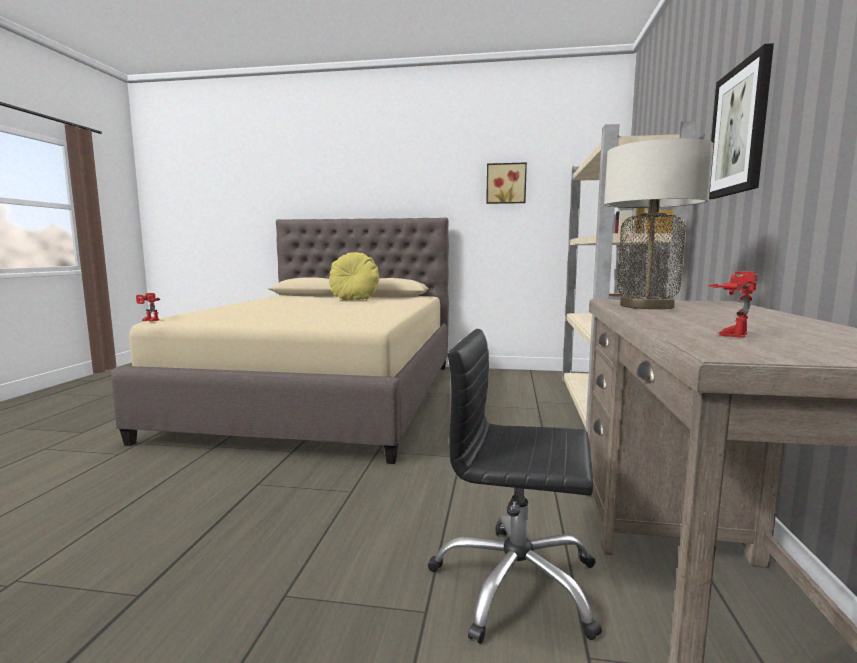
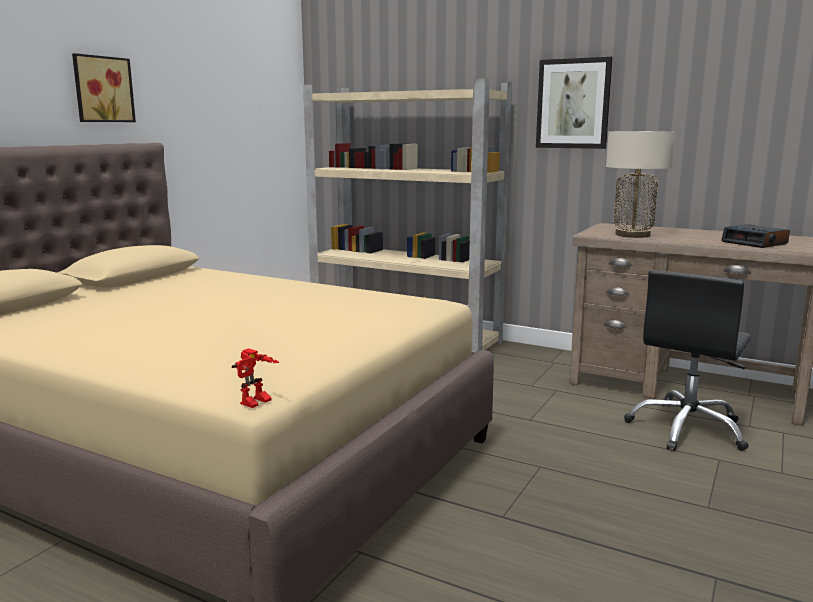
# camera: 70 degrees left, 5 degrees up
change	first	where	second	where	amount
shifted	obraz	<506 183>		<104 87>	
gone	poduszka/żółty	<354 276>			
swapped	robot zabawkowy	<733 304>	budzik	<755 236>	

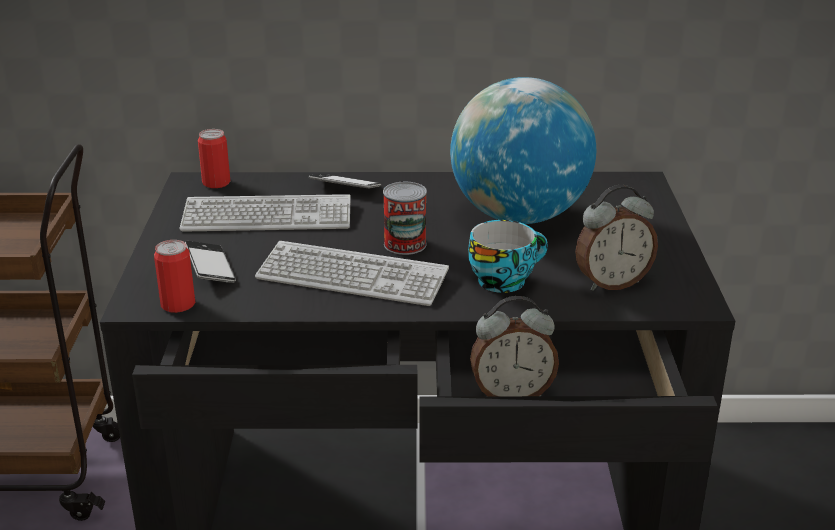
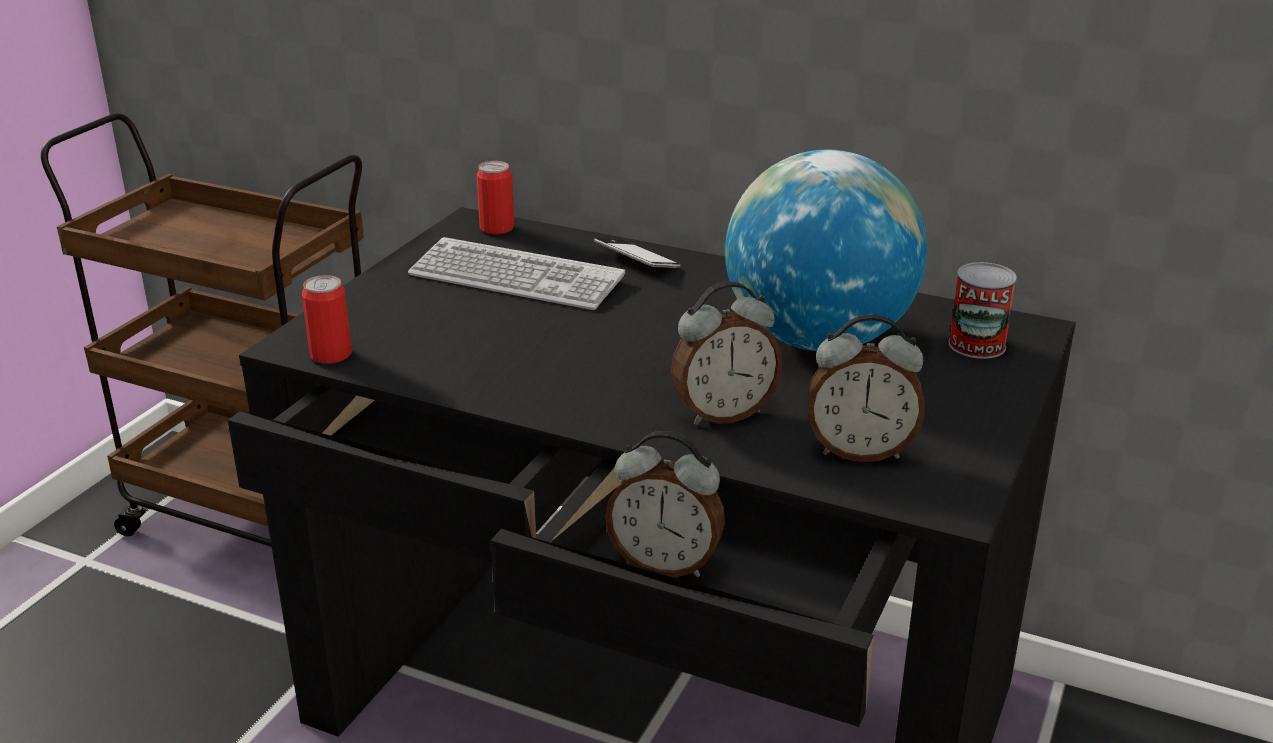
# camera: 25 degrees right, 0 degrees up
change	first	where	second	where	amount
shifted	puszka	<405 218>		<983 310>	
swapped	filiżanka	<508 256>	budzik	<727 353>	
gone	telefon	<210 262>			
gone	klawiatura	<352 273>			

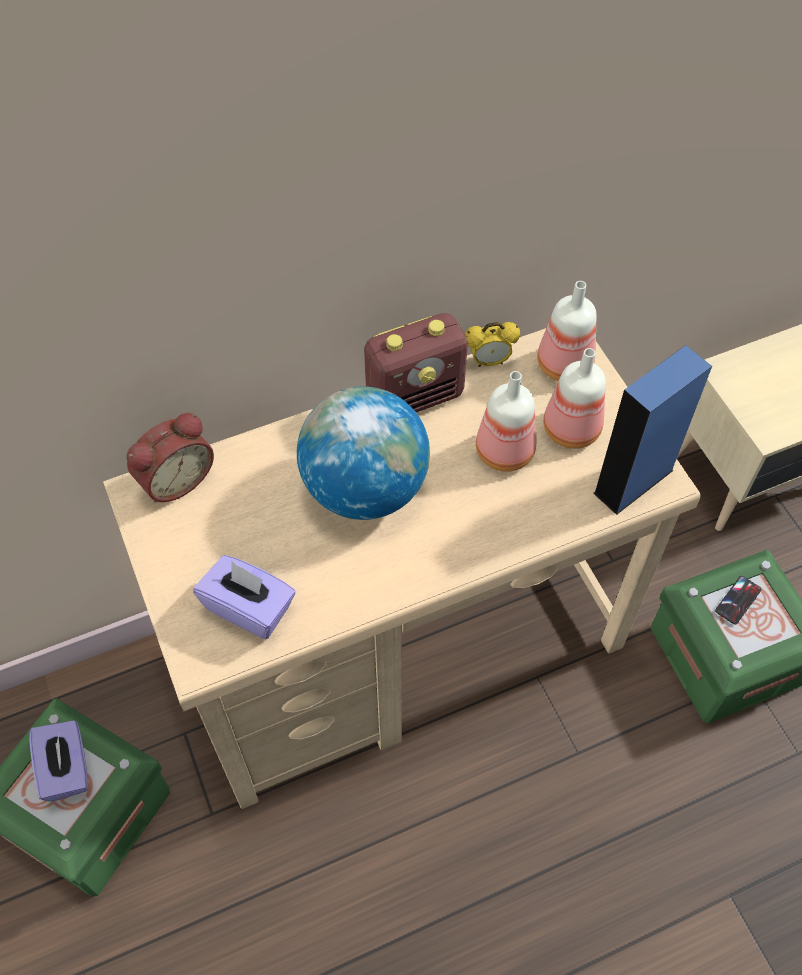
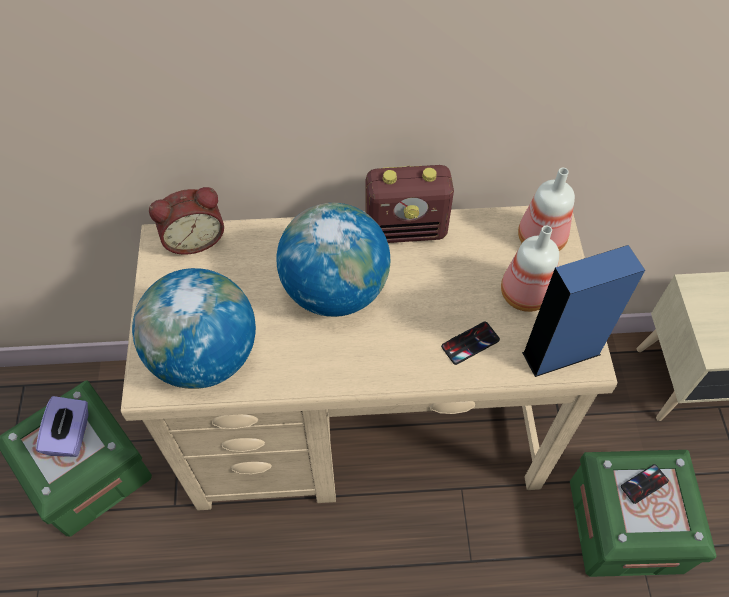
# camera: 20 degrees right, 0 degrees up
change	first	where	second	where	amount
gone	budzik	<493 344>			
gone	butelka	<506 421>			
swapped	pudełko chusteczek/fioletowy	<244 597>	globus	<194 328>	
new			telefon	<470 343>	

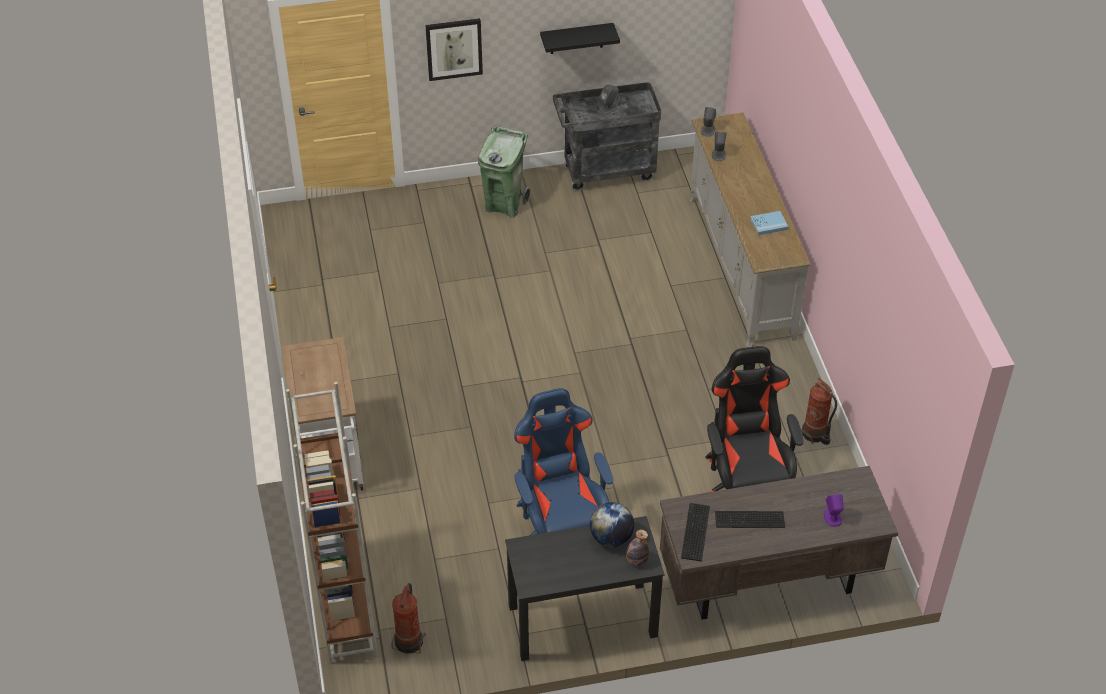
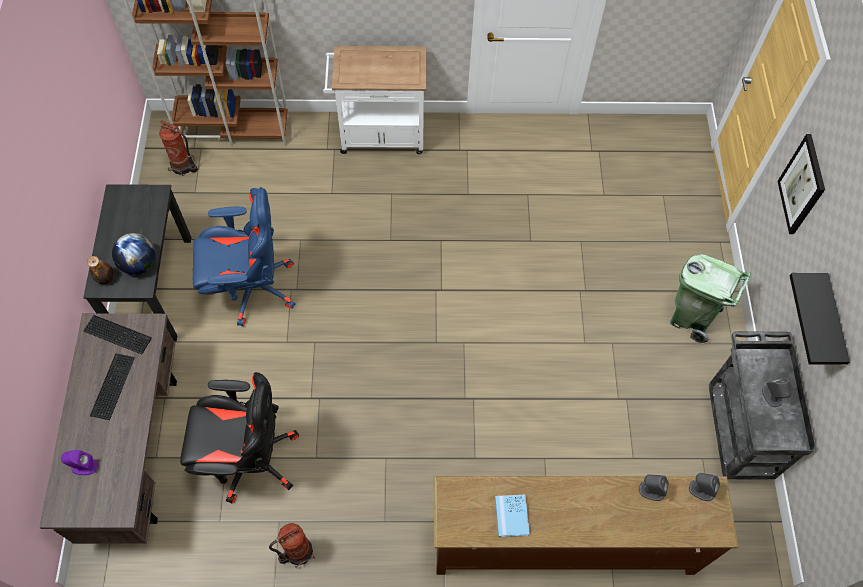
# camera: 100 degrees right, 15 degrees up
change	first	where	second	where	amount
repainted	szafka/szary	<750 230>	szafka/brązowy	<586 525>	

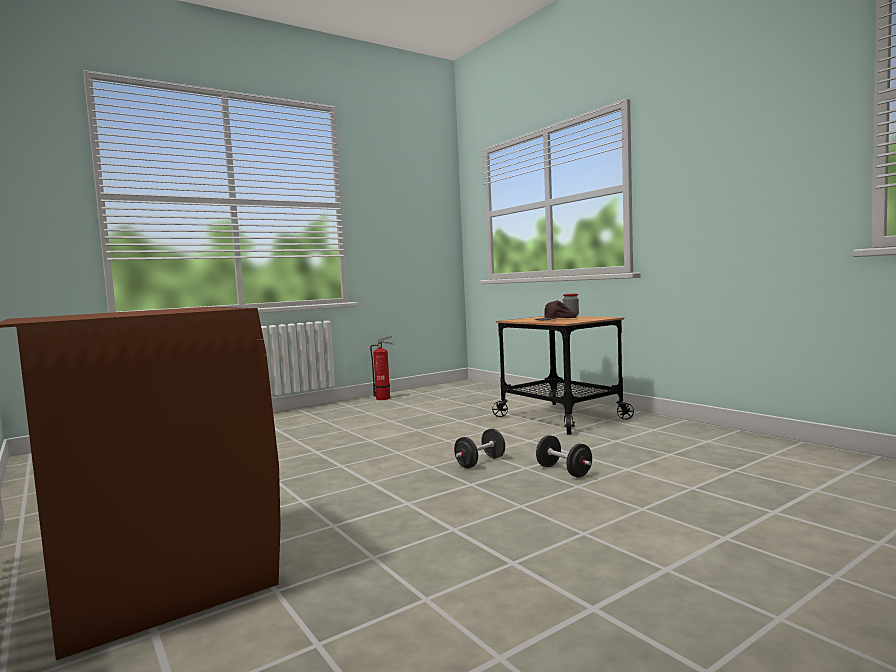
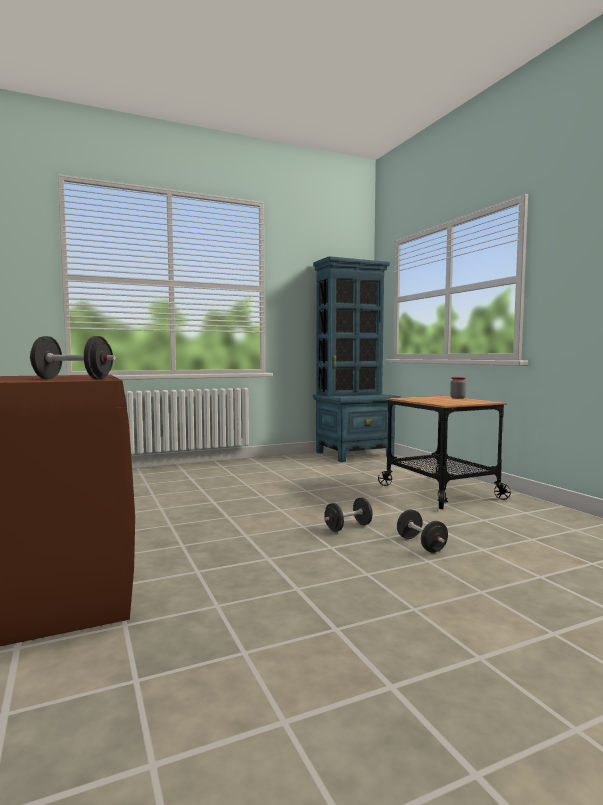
# camera: 10 degrees right, 0 degrees up
change	first	where	second	where	amount
gone	czapka z daszkiem/brązowy	<555 310>			
gone	gaśnica	<382 368>			
new			szafka/niebieski	<357 359>	
new			hantel/czarny	<73 357>	

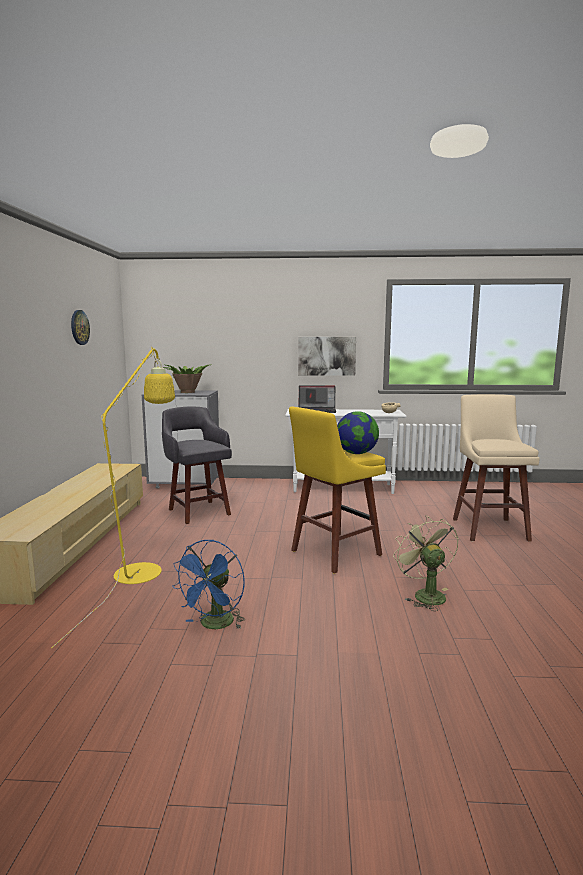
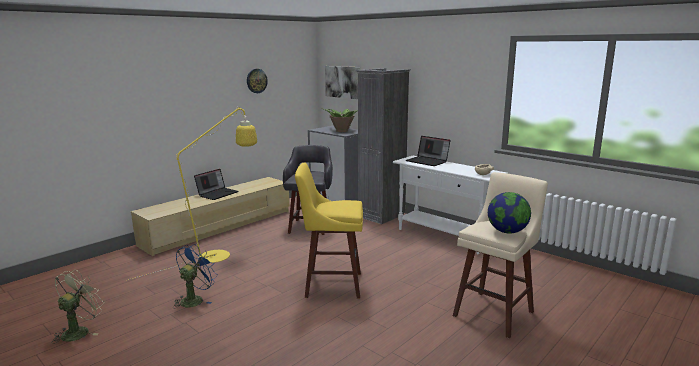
# camera: 40 degrees right, 5 degrees up
change	first	where	second	where	amount
shifted	obraz	<327 356>		<342 82>	
shifted	globus	<358 432>		<509 213>	
shifted	wentylator/zielony	<426 563>		<77 307>	
rotated	wentylator/niebieski	<208 584>		<195 276>	150 degrees clockwise
new			szafka/szary	<383 146>	
new			laptop	<216 184>	

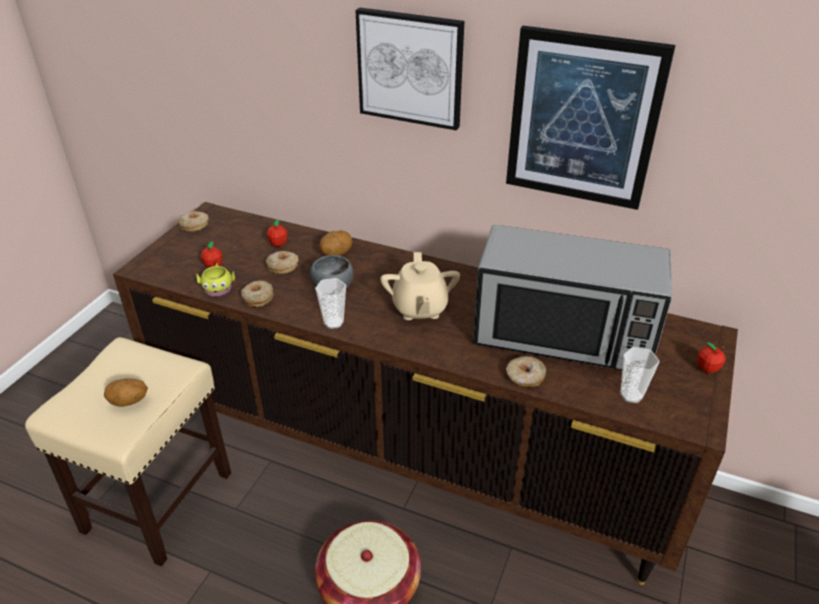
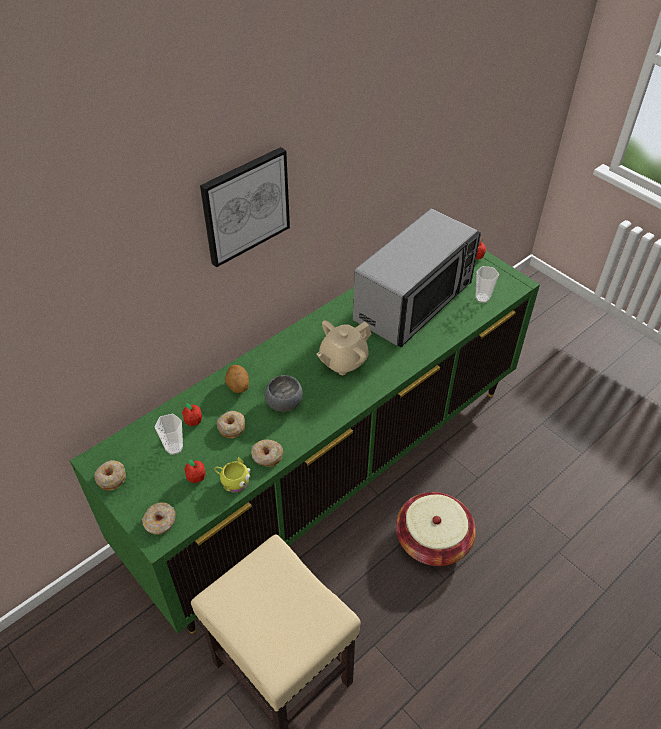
# camera: 65 degrees left, 10 degrees up
change	first	where	second	where	amount
gone	obraz	<591 118>			
repainted	szafka/brązowy	<425 393>	szafka/zielony	<305 442>	
rotated	imbryk/beżowy	<420 286>		<343 347>	120 degrees clockwise
shifted	filiżanka	<330 303>		<169 434>	
shifted	donut	<526 371>		<159 518>	
gone	ziemniak	<126 392>			

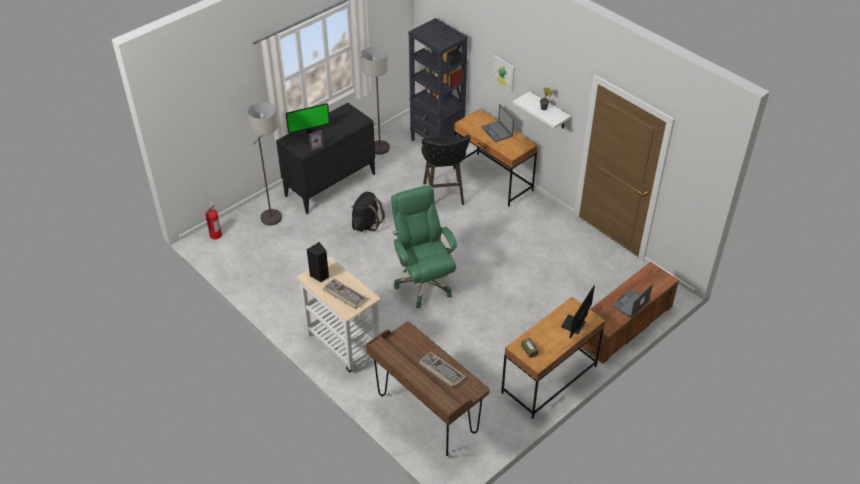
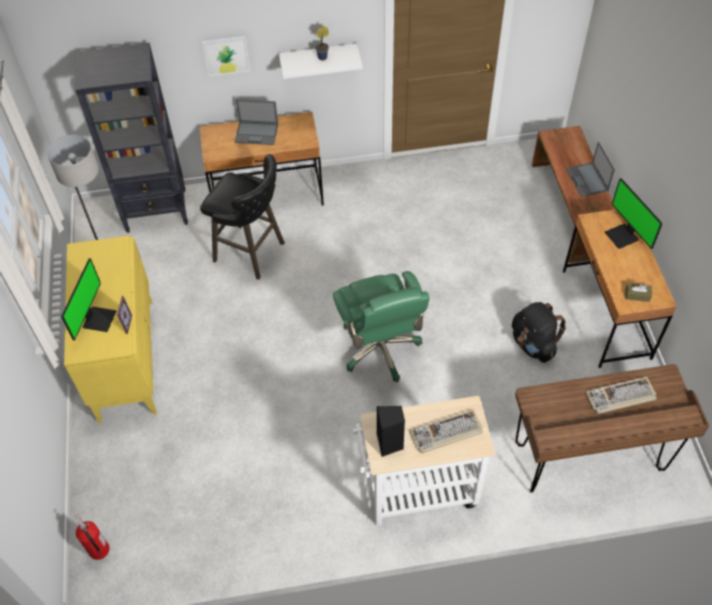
# camera: 55 degrees left, 10 degrees up
change	first	where	second	where	amount
gone	lampa stojąca/szary	<265 163>			
repainted	szafka/czarny	<325 158>	szafka/żółty	<110 329>	
rotated	krzesło biurowe/zielony	<424 247>		<381 326>	120 degrees counterclockwise
shifted	plecak/czarny	<368 212>		<539 332>	

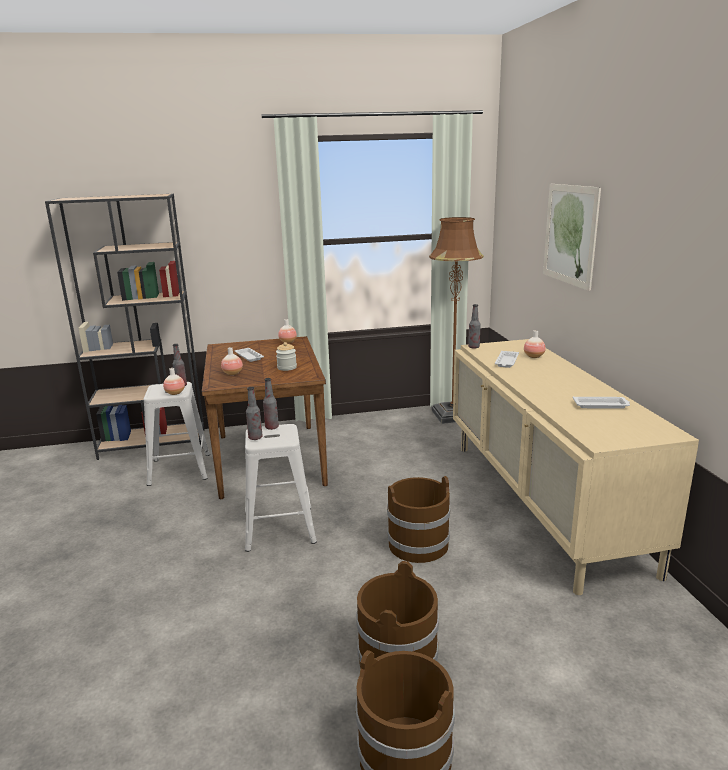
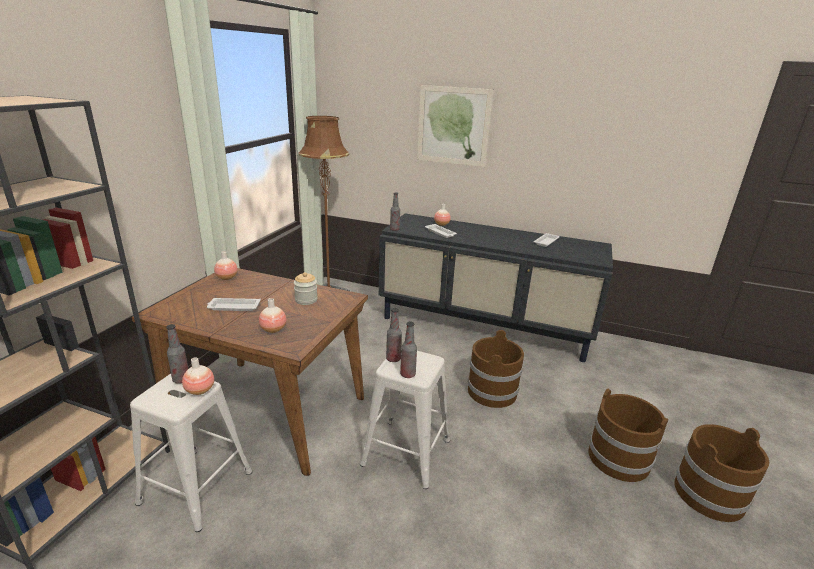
# camera: 60 degrees left, 5 degrees up
change	first	where	second	where	amount
repainted	szafka/beżowy	<576 467>	szafka/czarny	<496 287>	

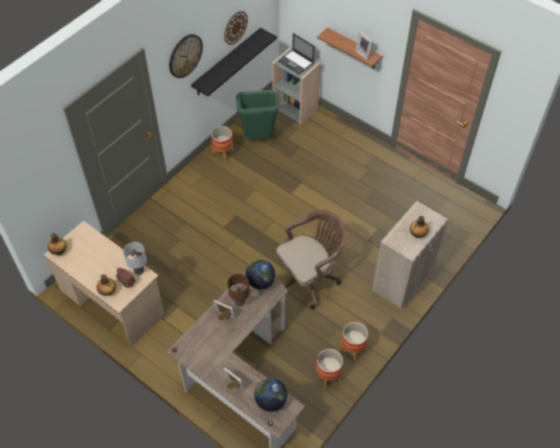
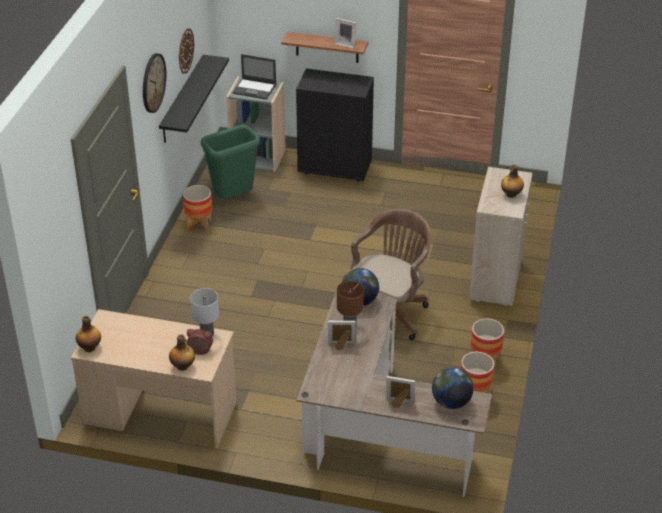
# camera: 25 degrees left, 15 degrees down
change	first	where	second	where	amount
new			szafka/czarny	<335 125>	

